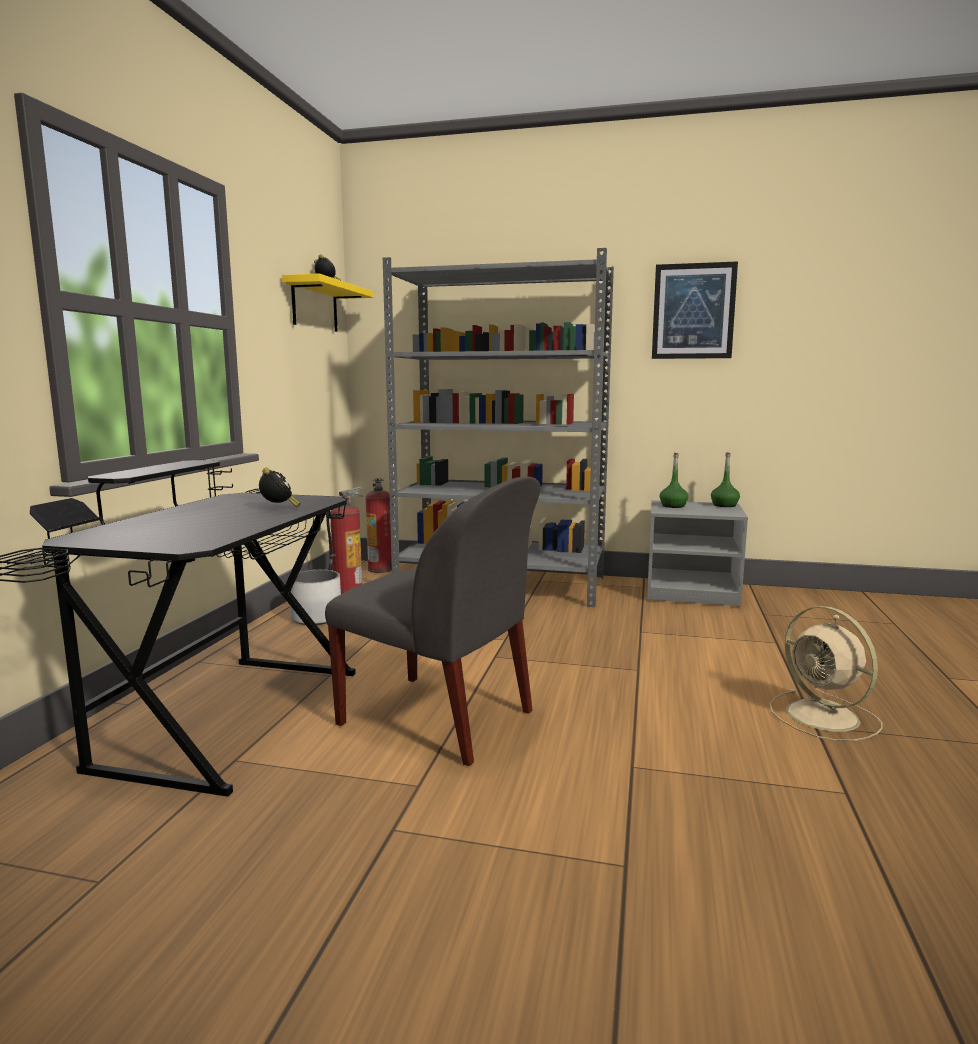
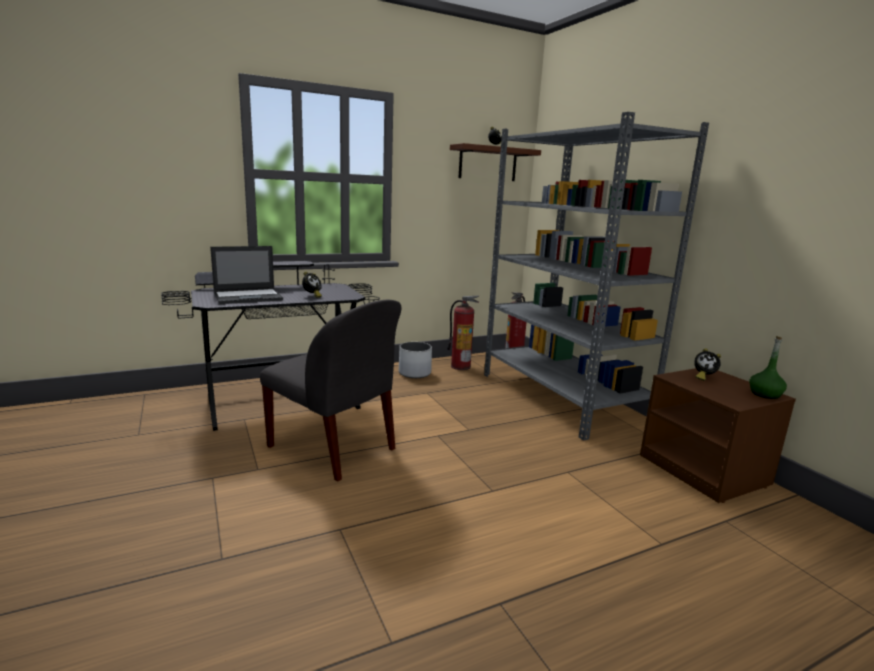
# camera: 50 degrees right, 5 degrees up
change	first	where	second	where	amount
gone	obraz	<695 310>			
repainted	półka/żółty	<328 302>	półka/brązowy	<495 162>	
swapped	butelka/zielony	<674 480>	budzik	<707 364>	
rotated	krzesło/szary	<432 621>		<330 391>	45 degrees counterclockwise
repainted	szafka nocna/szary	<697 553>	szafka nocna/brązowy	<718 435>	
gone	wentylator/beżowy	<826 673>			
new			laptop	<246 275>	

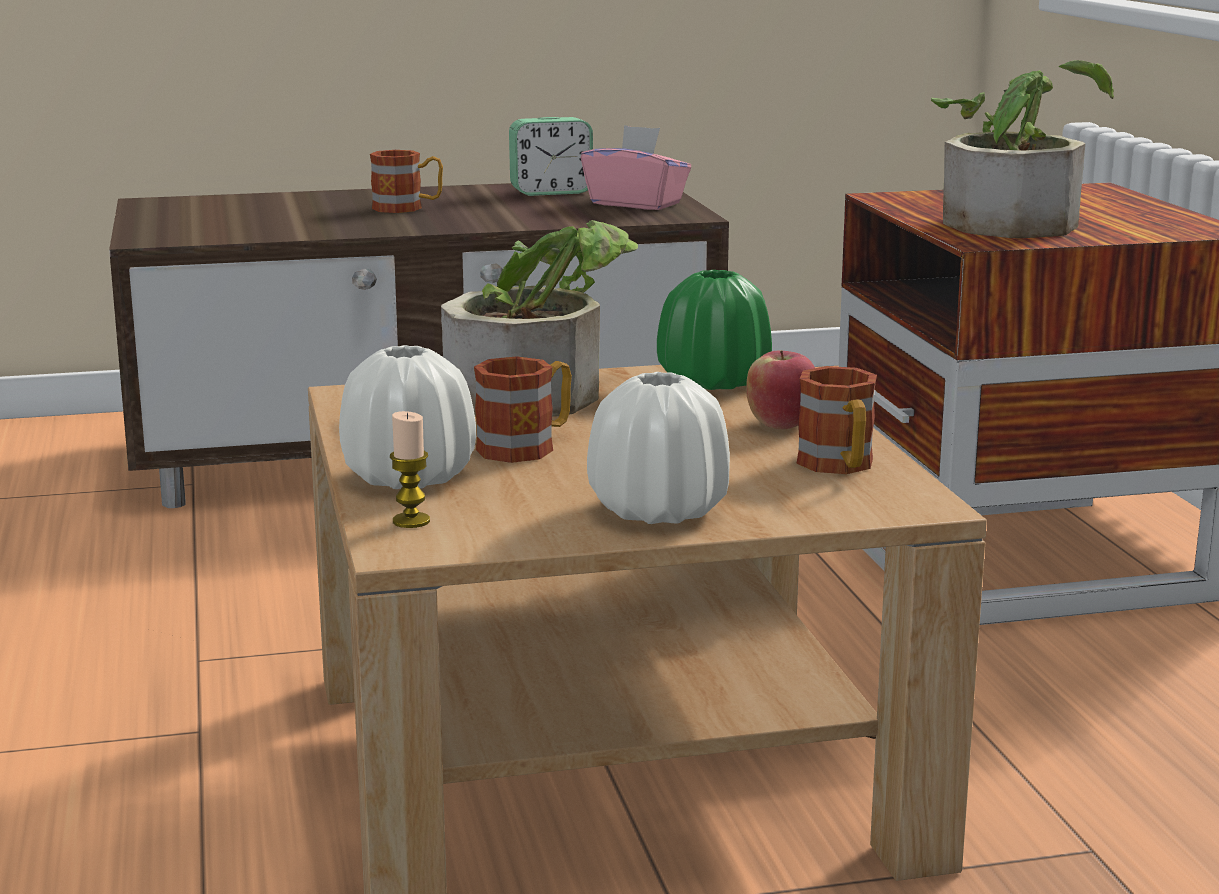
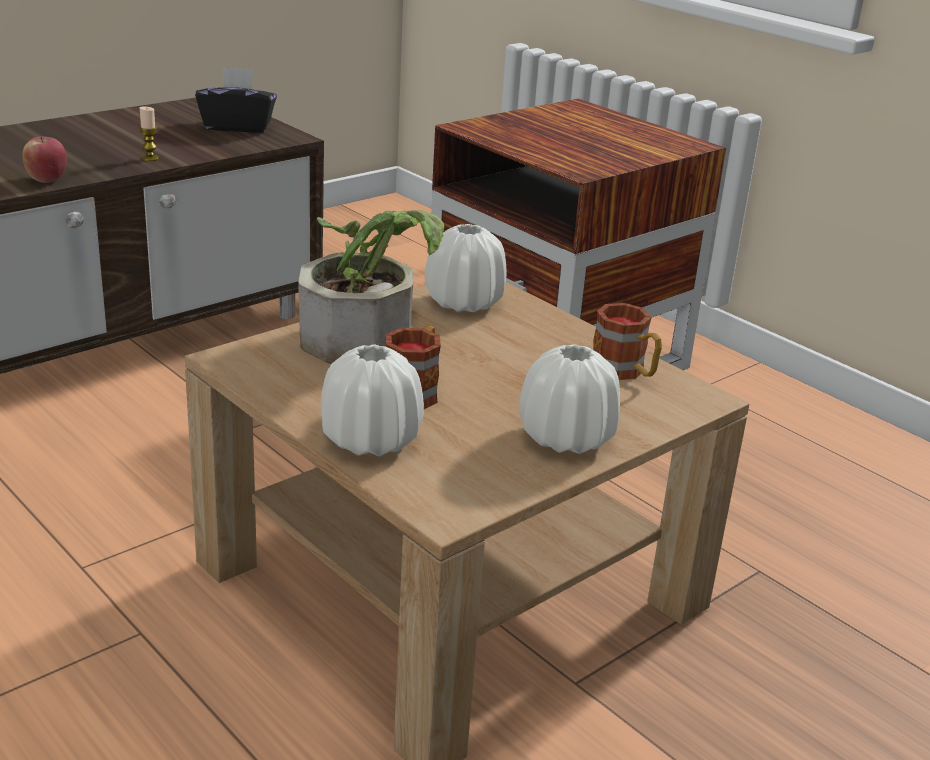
# camera: 30 degrees left, 10 degrees up
change	first	where	second	where	amount
gone	roślina doniczkowa	<1022 149>			
gone	budzik	<551 156>			
repainted	pudełko chusteczek/różowy	<636 167>	pudełko chusteczek/czarny	<236 100>	
gone	kubek	<406 181>			
repainted	wazon/zielony	<714 330>	wazon/biały	<466 268>	
shifted	jabłko	<780 390>		<45 159>	
shifted	świeca	<410 469>		<149 133>	

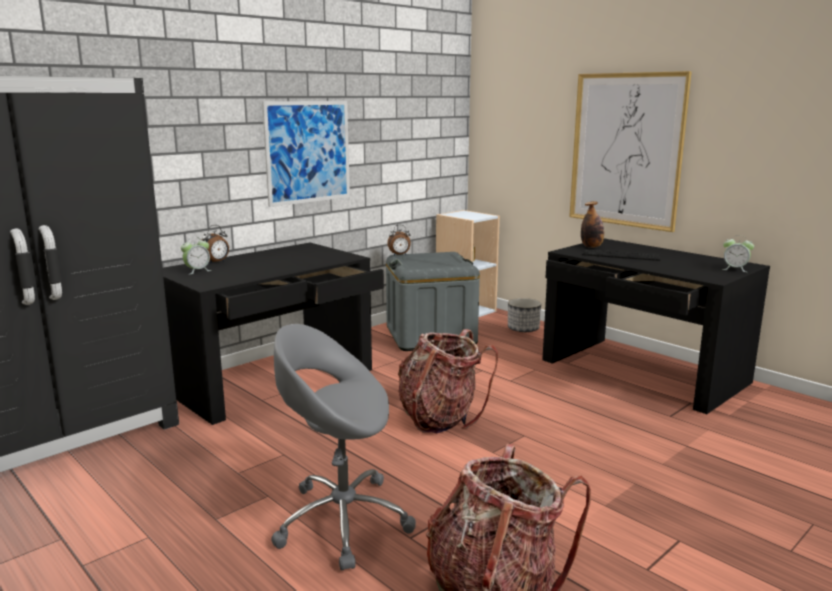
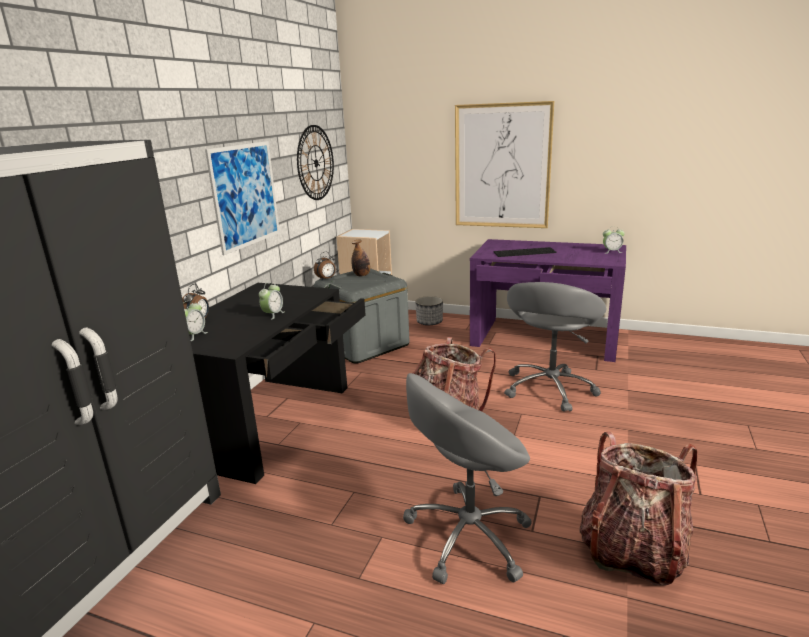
# camera: 25 degrees left, 5 degrees up
change	first	where	second	where	amount
shifted	butelka	<592 224>		<360 258>	
repainted	biurko/czarny	<656 326>	biurko/fioletowy	<548 300>	
new			zegar ścienny	<315 162>	
new			budzik	<272 301>	
new			krzesło biurowe/szary	<555 347>	

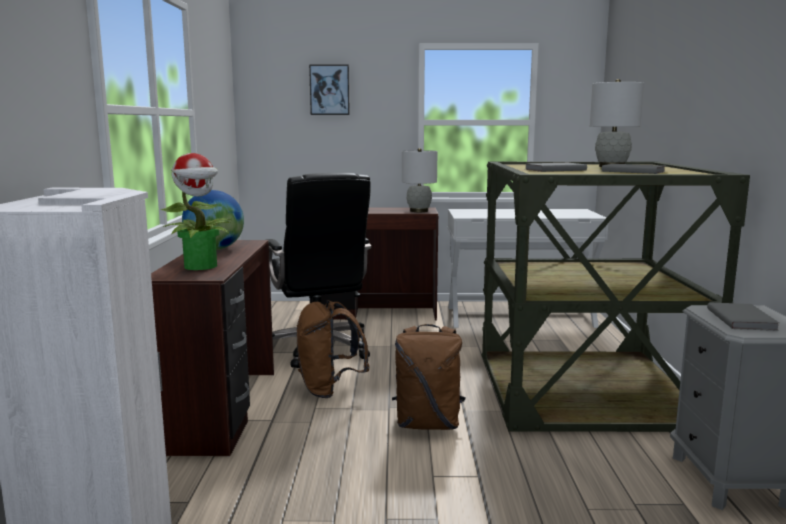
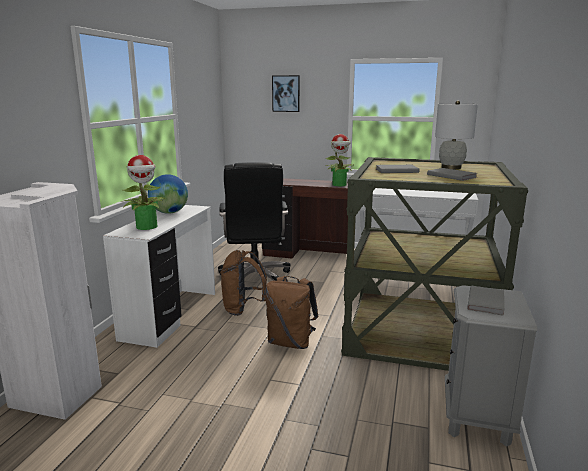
# camera: 15 degrees right, 5 degrees up
change	first	where	second	where	amount
swapped	lampa stołowa/biały	<420 180>	roślina doniczkowa	<339 160>	
repainted	biurko/brązowy	<212 348>	biurko/biały	<159 276>	

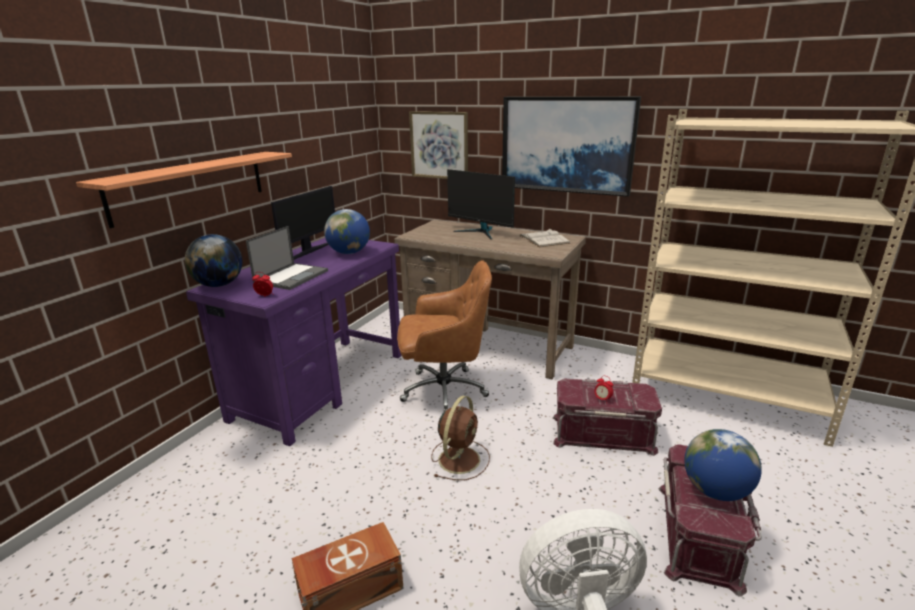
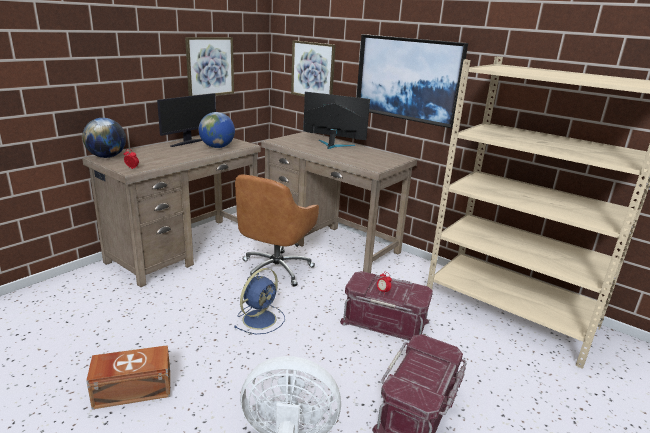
# camera: 10 degrees right, 0 degrees up
change	first	where	second	where	amount
gone	półka	<184 190>			
rotated	monitor	<481 204>		<336 120>	150 degrees clockwise
gone	laptop	<287 258>			
gone	książka/biały	<544 238>			
repainted	biurko/fioletowy	<294 342>	biurko/brązowy	<171 211>	
rotated	krzesło biurowe/brązowy	<444 336>		<277 230>	105 degrees clockwise
repainted	wentylator/brązowy	<460 438>	wentylator/niebieski	<259 301>	
gone	globus	<723 465>			
new			obraz	<209 66>	

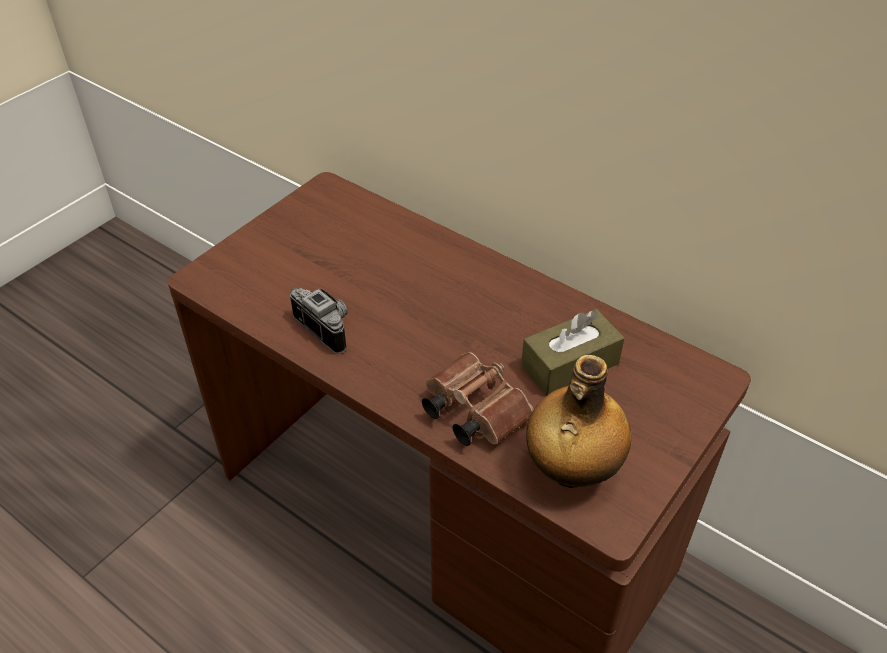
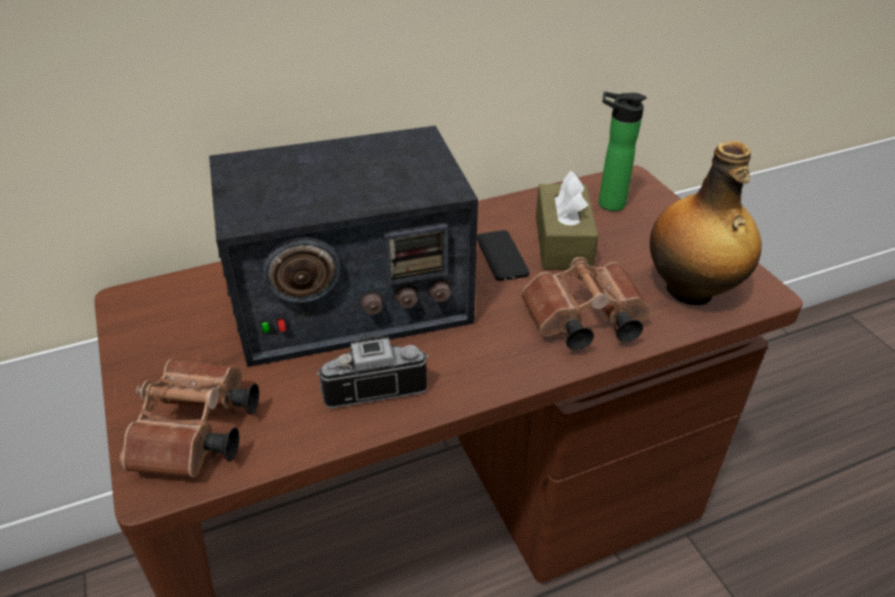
# camera: 60 degrees left, 5 degrees down
change	first	where	second	where	amount
new			butelka	<623 151>	
new			radio	<343 246>	
new			telefon	<503 255>	
new			lornetka/brązowy	<189 418>	

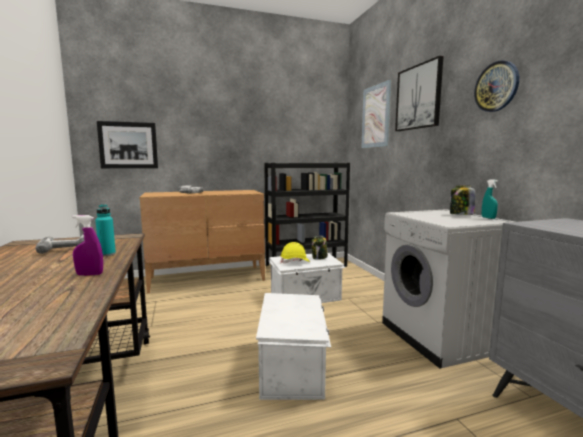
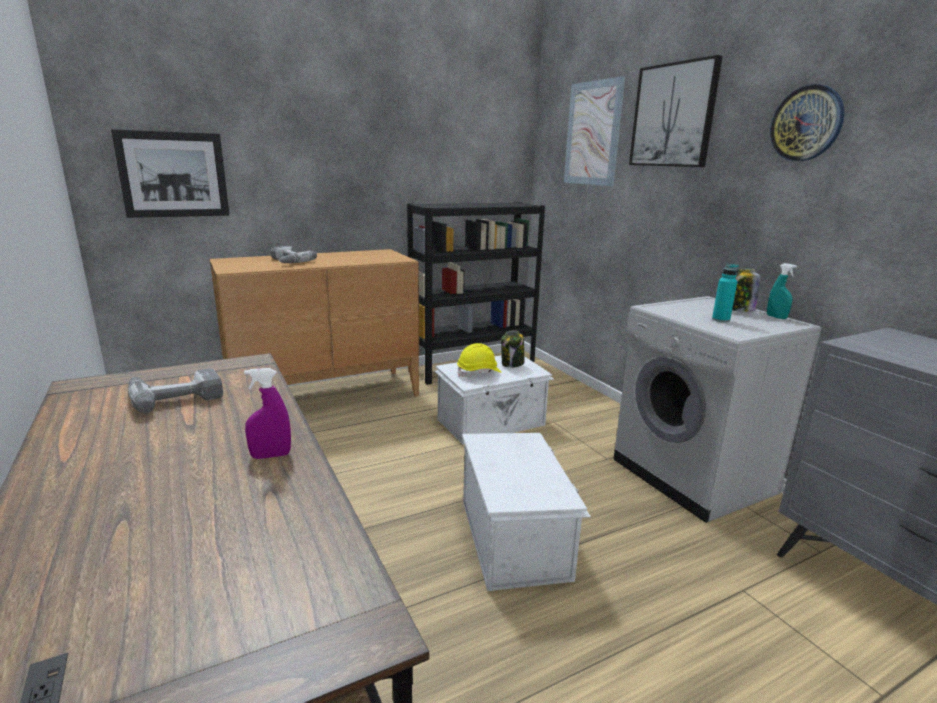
# camera: 10 degrees left, 10 degrees up
change	first	where	second	where	amount
shifted	butelka/turkusowy	<105 230>		<725 293>	

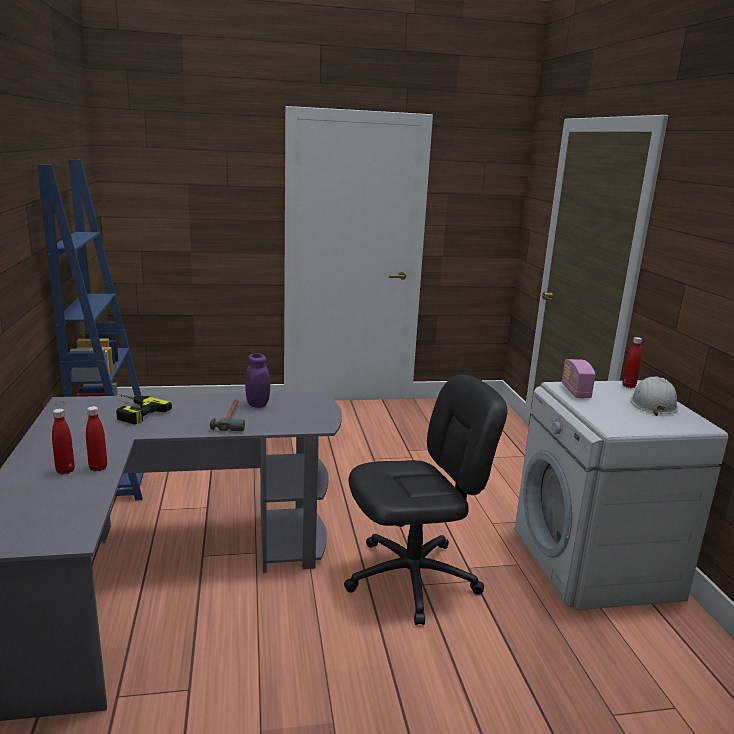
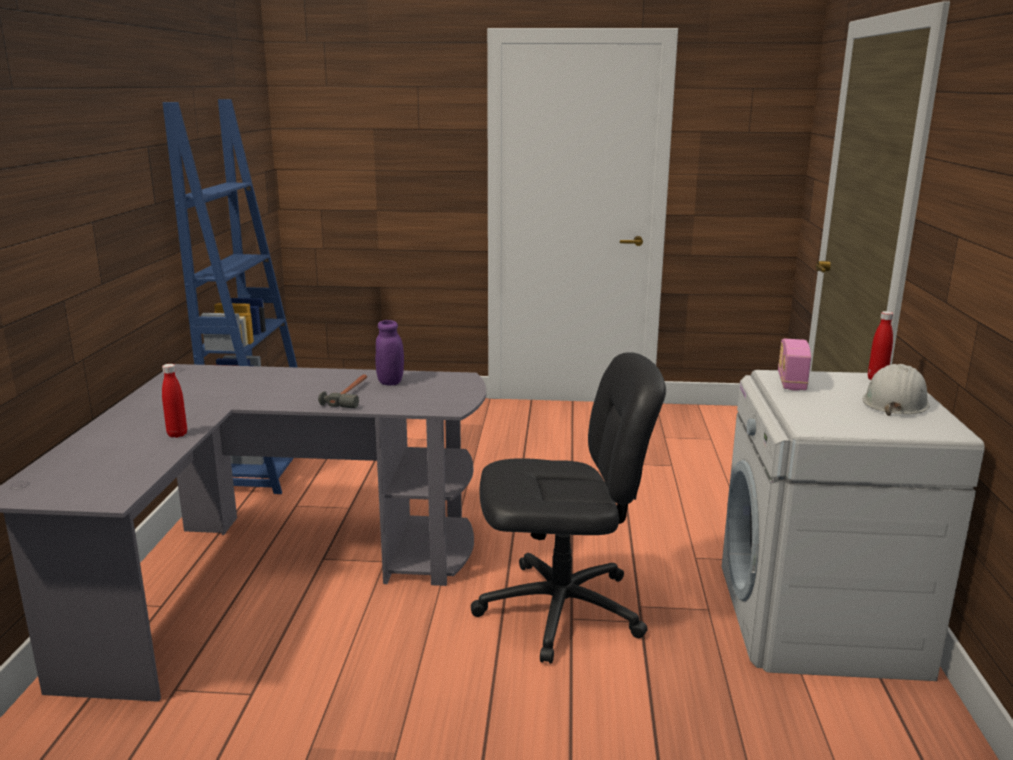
# camera: 15 degrees right, 0 degrees up
change	first	where	second	where	amount
gone	wiertarka	<144 409>			
gone	butelka/czerwony	<63 441>			

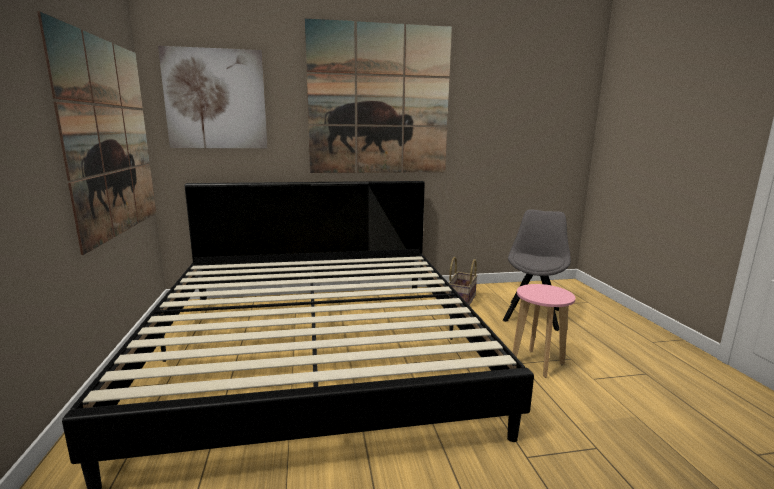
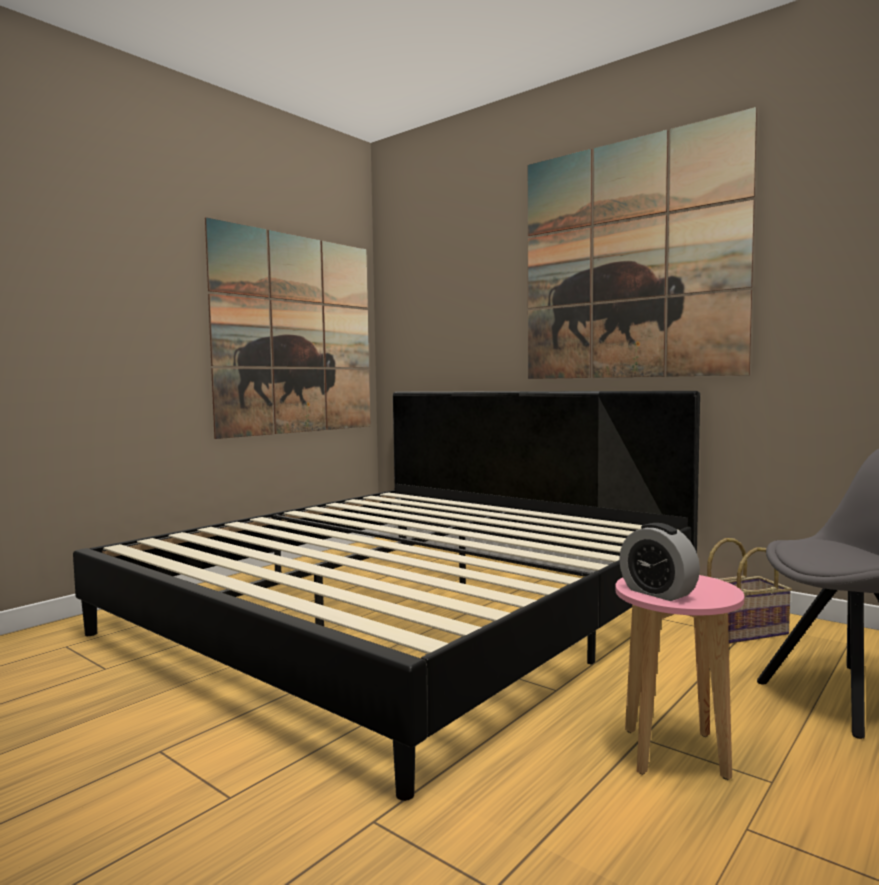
# camera: 50 degrees right, 10 degrees down
change	first	where	second	where	amount
gone	obraz	<212 97>			
new			budzik	<659 562>	

